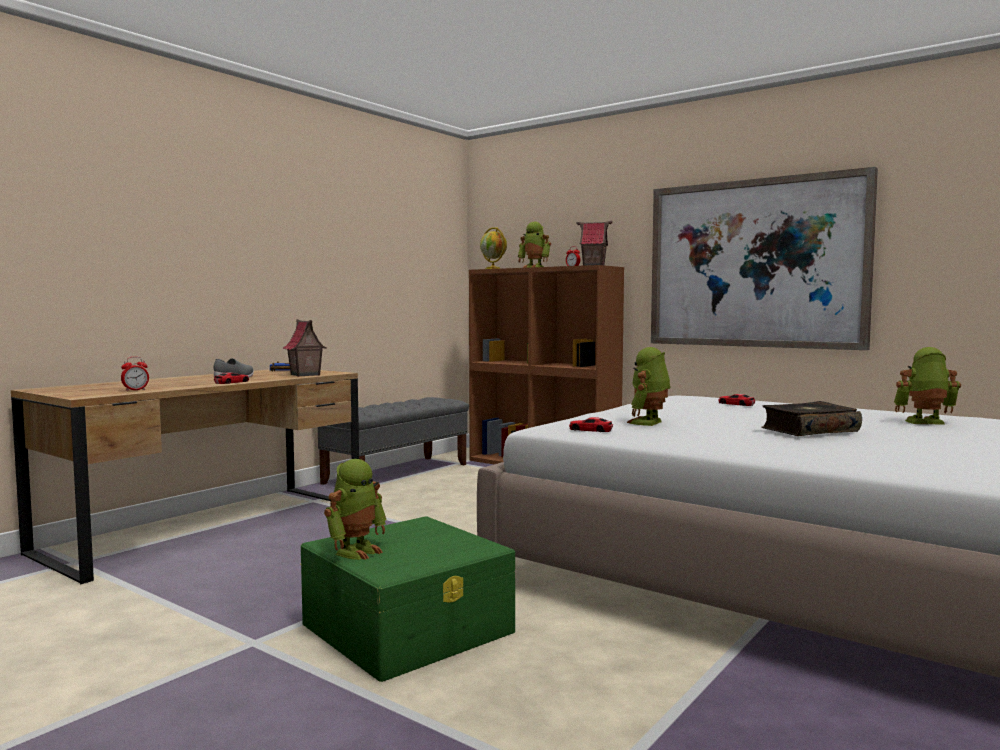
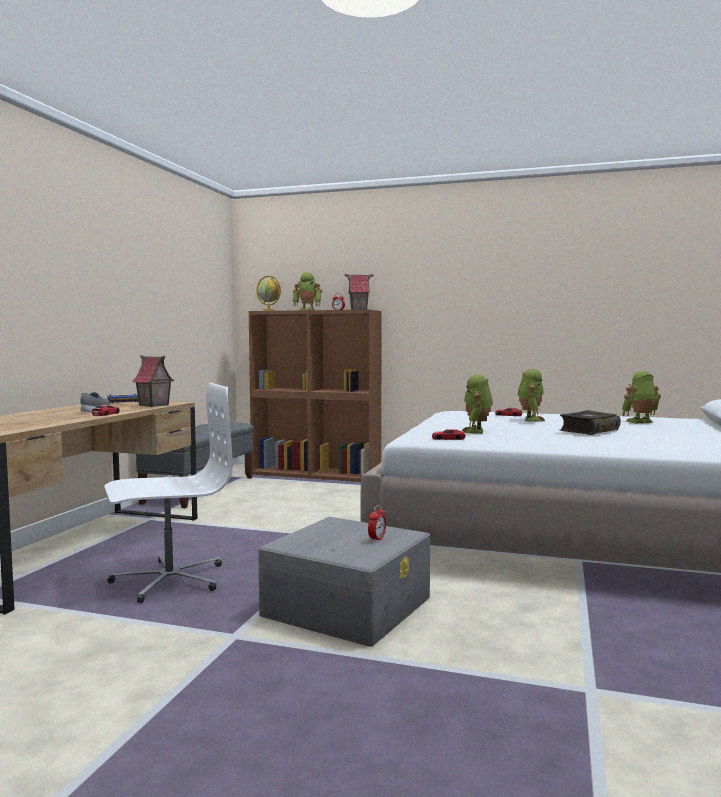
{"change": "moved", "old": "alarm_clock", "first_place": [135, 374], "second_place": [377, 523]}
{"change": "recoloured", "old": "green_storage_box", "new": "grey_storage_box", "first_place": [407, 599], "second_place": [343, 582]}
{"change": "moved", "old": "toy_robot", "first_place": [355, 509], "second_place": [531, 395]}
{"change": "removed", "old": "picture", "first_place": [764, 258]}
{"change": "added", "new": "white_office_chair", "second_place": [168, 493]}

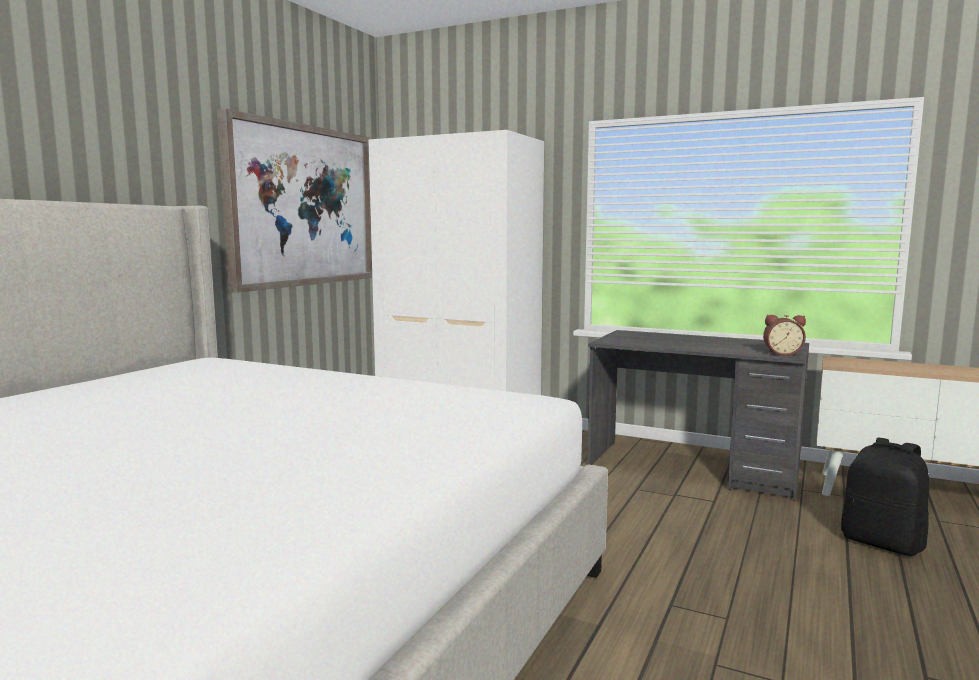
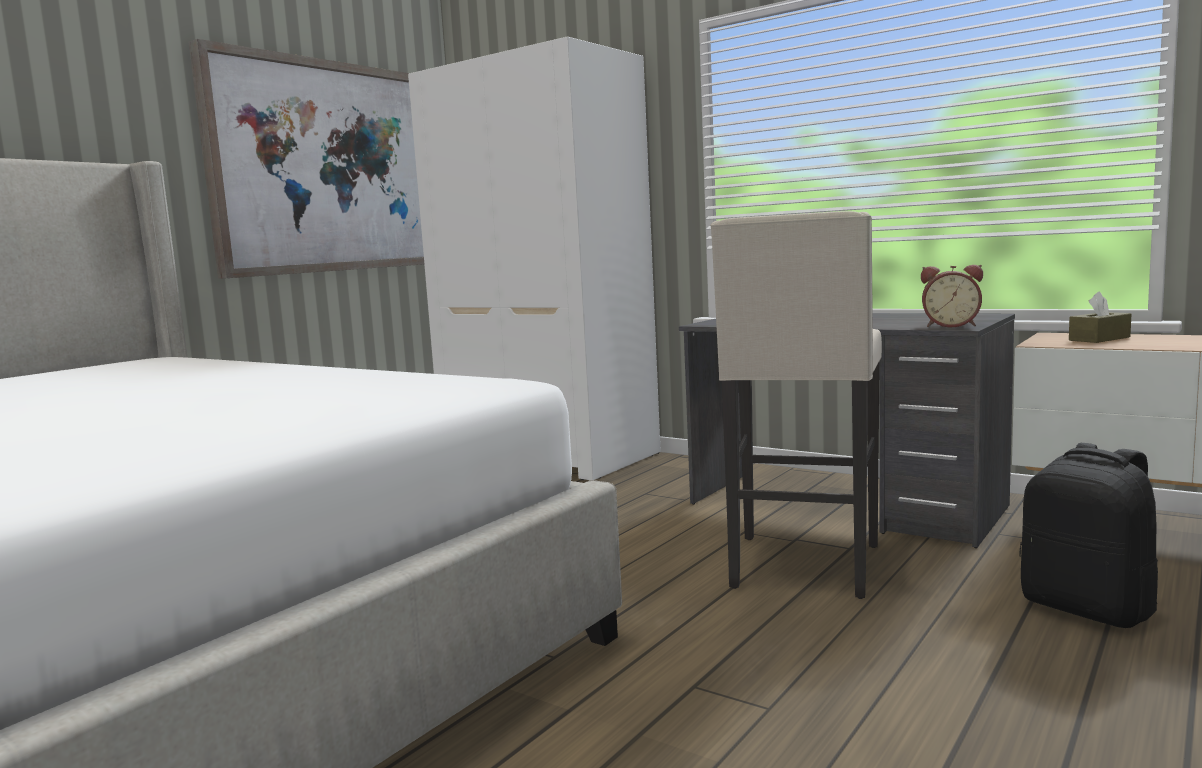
{"change": "added", "new": "beige_stool", "second_place": [796, 405]}
{"change": "added", "new": "brown_tissue_box", "second_place": [1100, 317]}

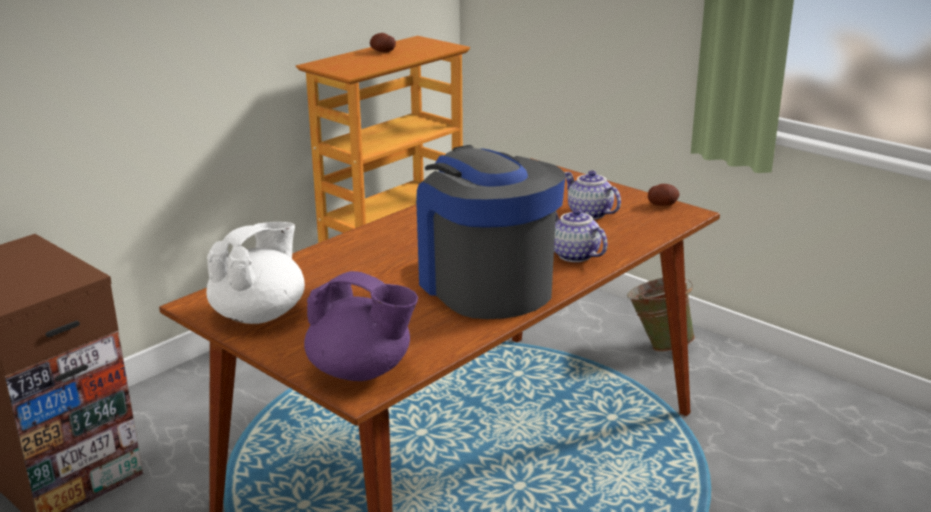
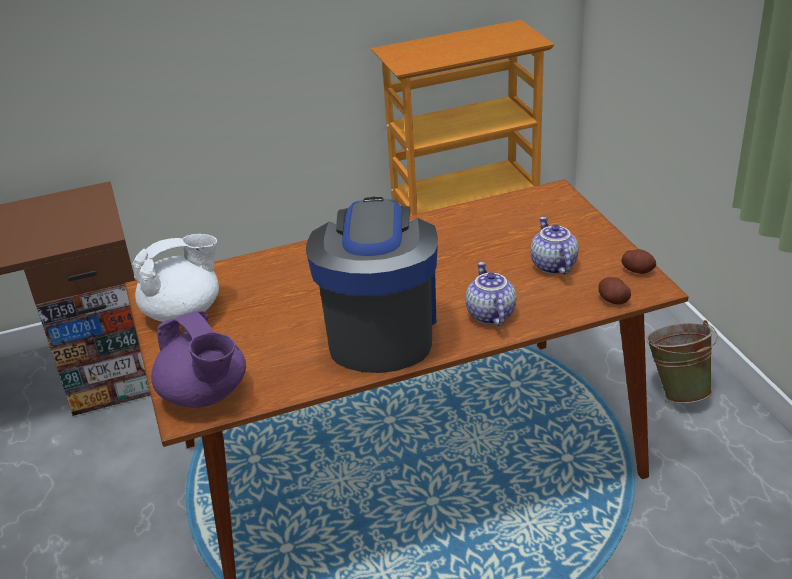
{"change": "moved", "old": "potato", "first_place": [383, 43], "second_place": [614, 290]}

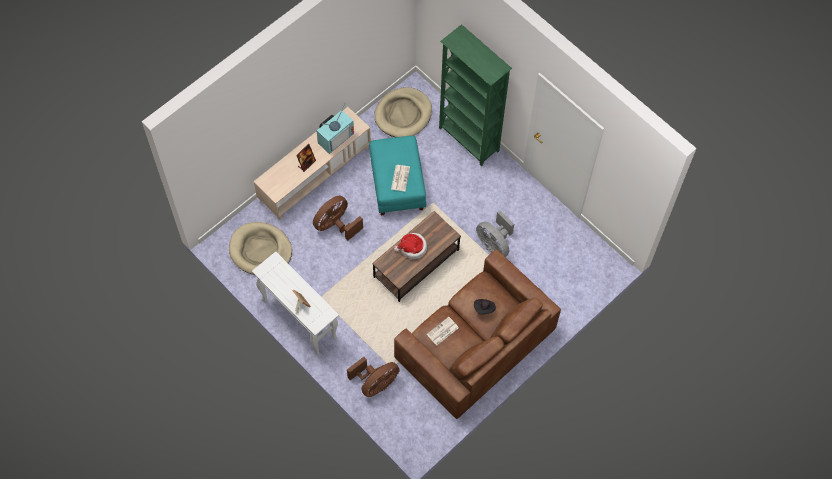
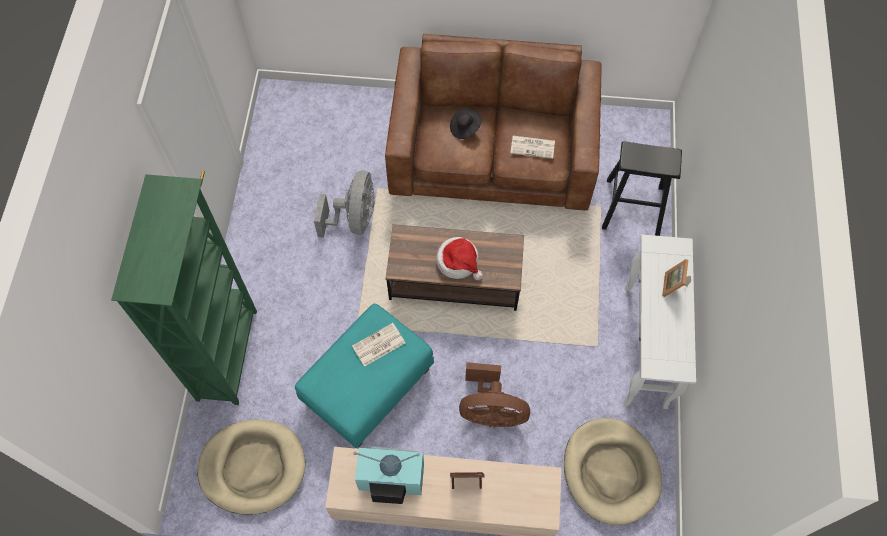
{"change": "replaced", "old": "brown_fan", "new": "black_stool", "first_place": [373, 377], "second_place": [642, 188]}

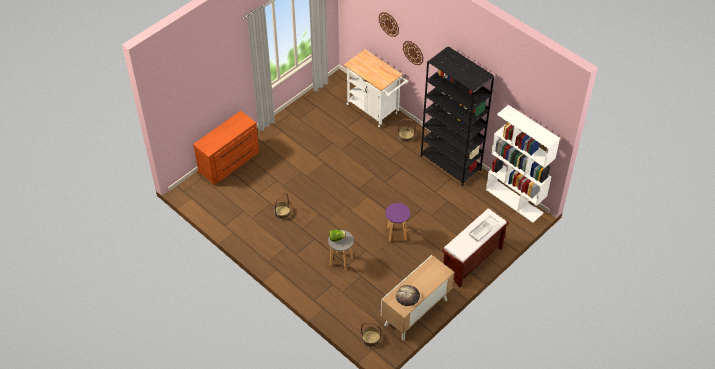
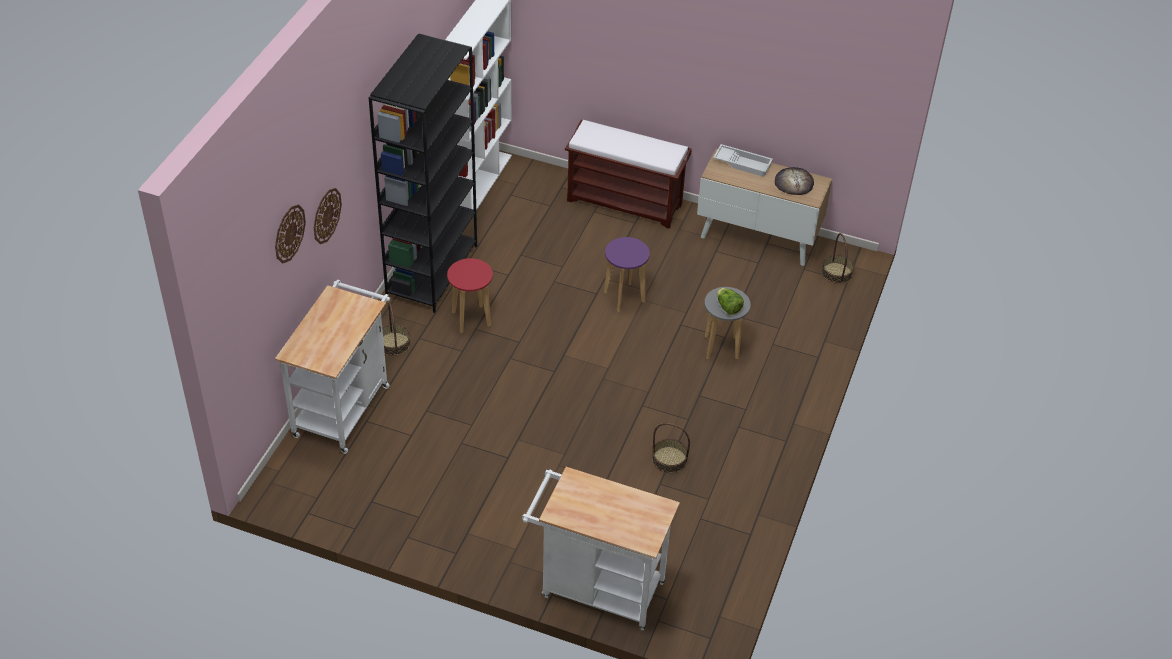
{"change": "replaced", "old": "brown_dresser", "new": "white_cart", "first_place": [226, 148], "second_place": [601, 549]}
{"change": "moved", "old": "white_tray", "first_place": [484, 228], "second_place": [743, 160]}
{"change": "added", "new": "red_stool", "second_place": [470, 295]}

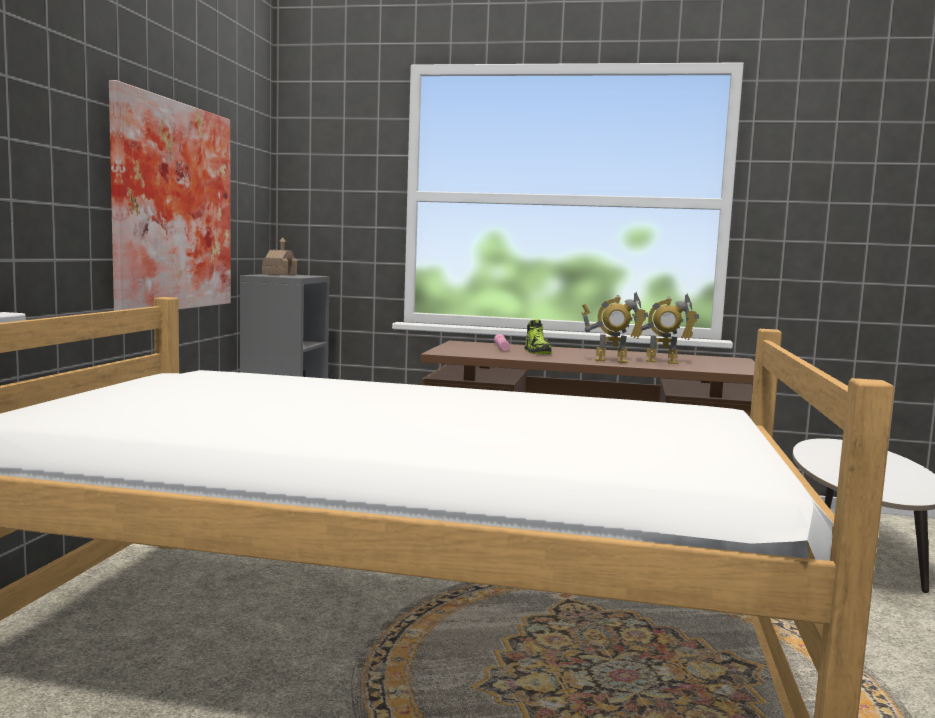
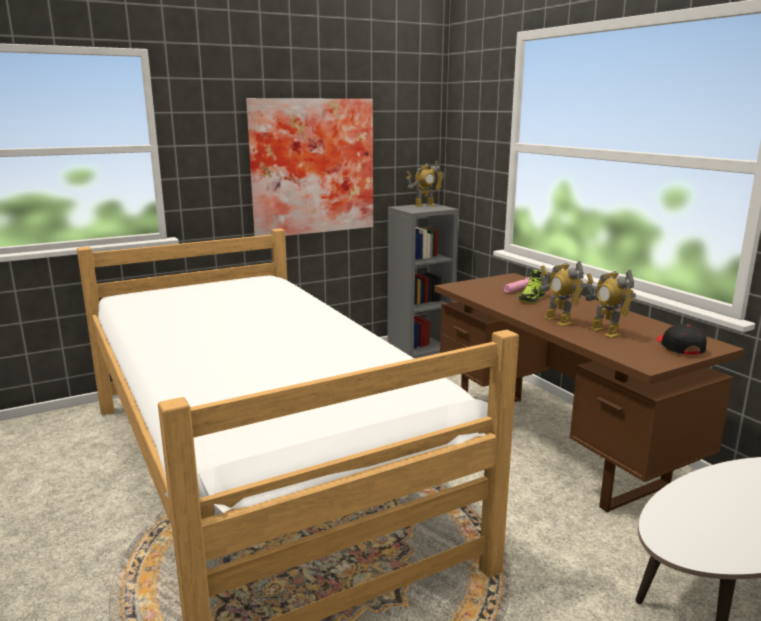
{"change": "replaced", "old": "toy_house", "new": "toy_robot", "first_place": [279, 256], "second_place": [425, 183]}
{"change": "added", "new": "black_cap", "second_place": [682, 339]}

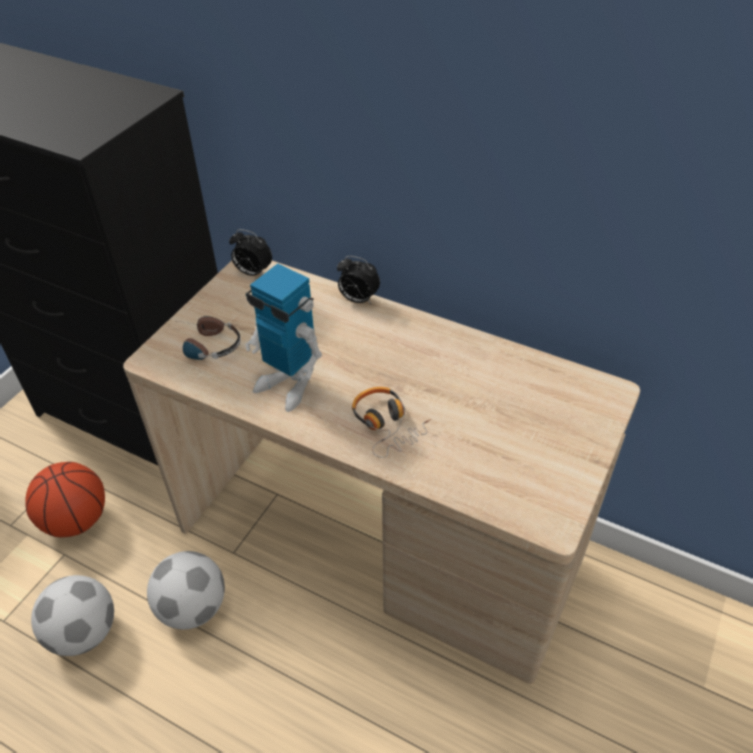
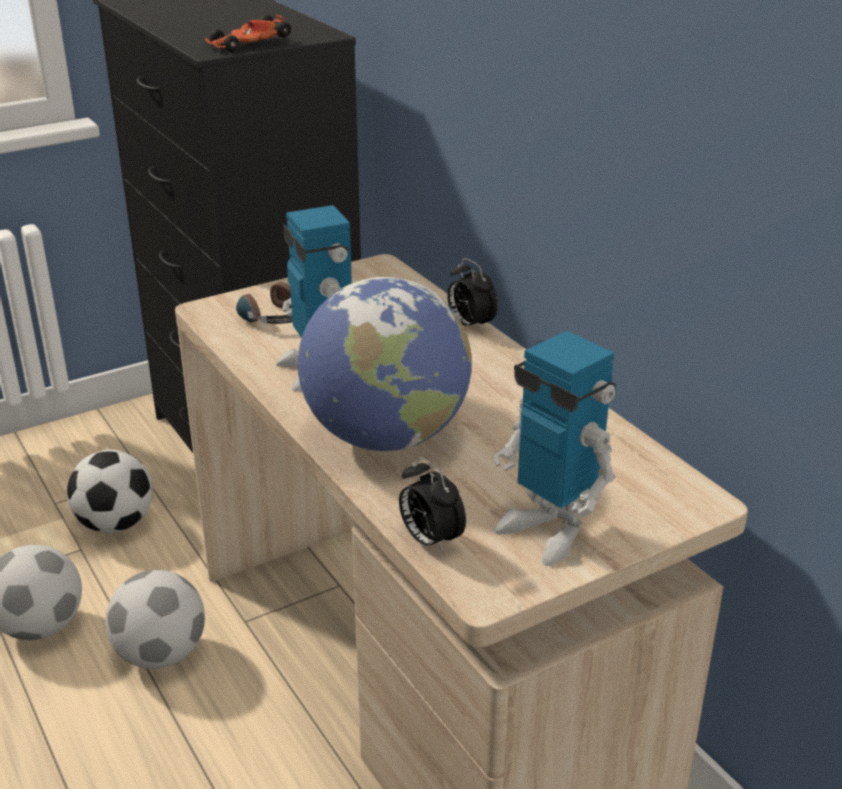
{"change": "replaced", "old": "basketball", "new": "football", "first_place": [65, 499], "second_place": [110, 491]}
{"change": "moved", "old": "alarm_clock", "first_place": [250, 252], "second_place": [432, 505]}
{"change": "replaced", "old": "headphones", "new": "globe", "first_place": [391, 422], "second_place": [385, 364]}
{"change": "added", "new": "toy_car", "second_place": [248, 33]}
{"change": "added", "new": "toy_robot", "second_place": [555, 448]}

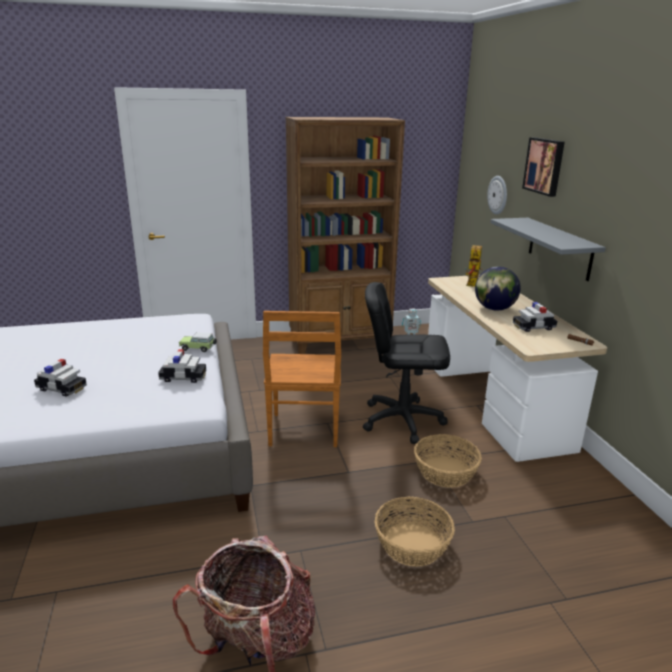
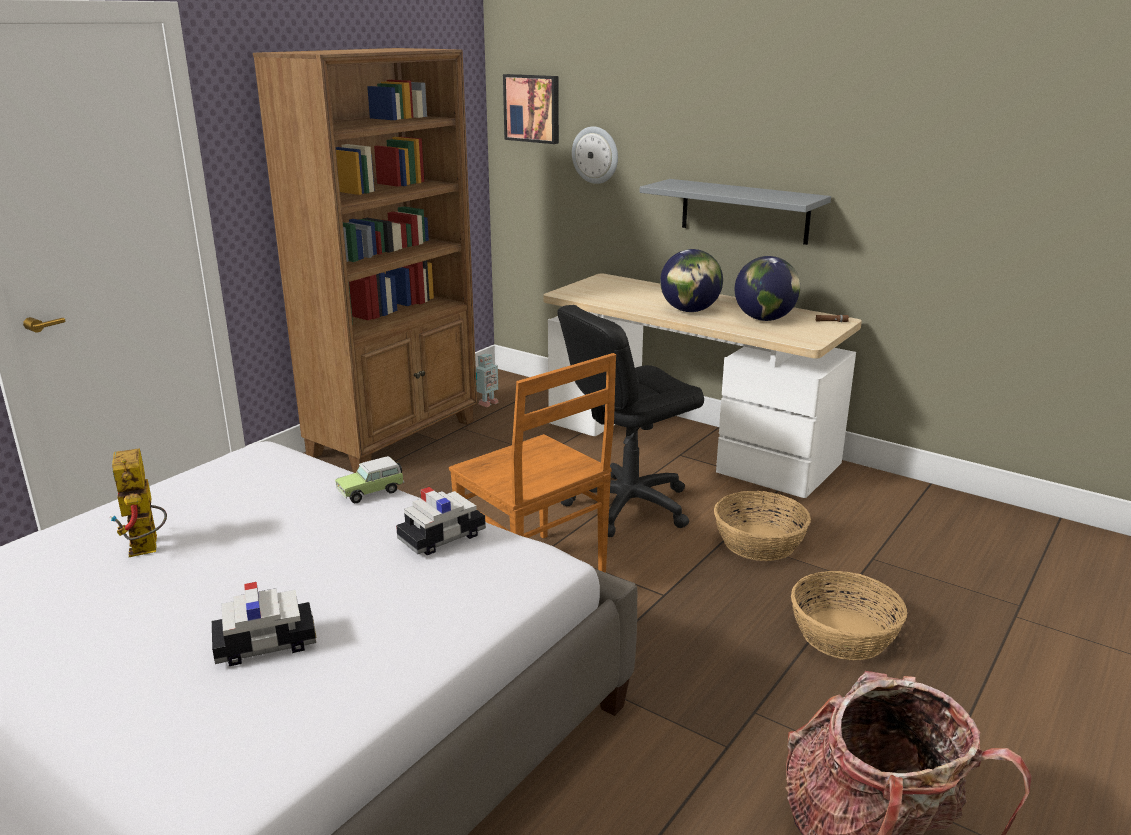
{"change": "moved", "old": "toy_robot", "first_place": [474, 266], "second_place": [138, 502]}
{"change": "replaced", "old": "toy_car", "new": "globe", "first_place": [535, 317], "second_place": [767, 288]}
{"change": "moved", "old": "picture", "first_place": [543, 167], "second_place": [531, 109]}

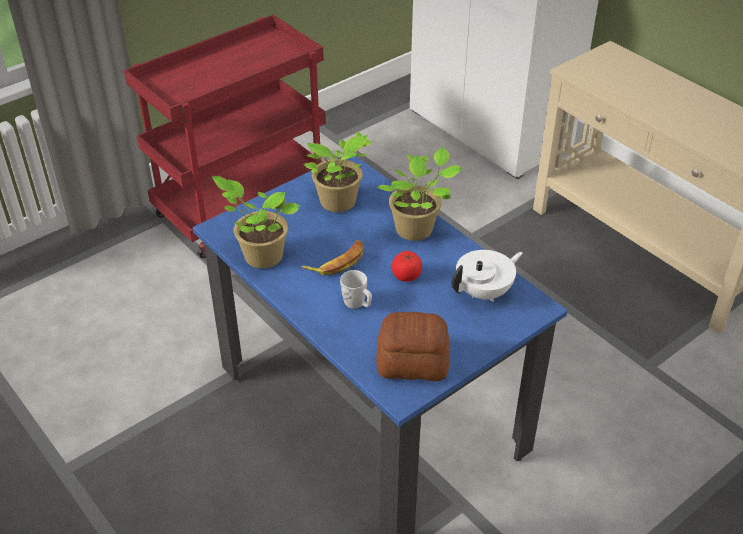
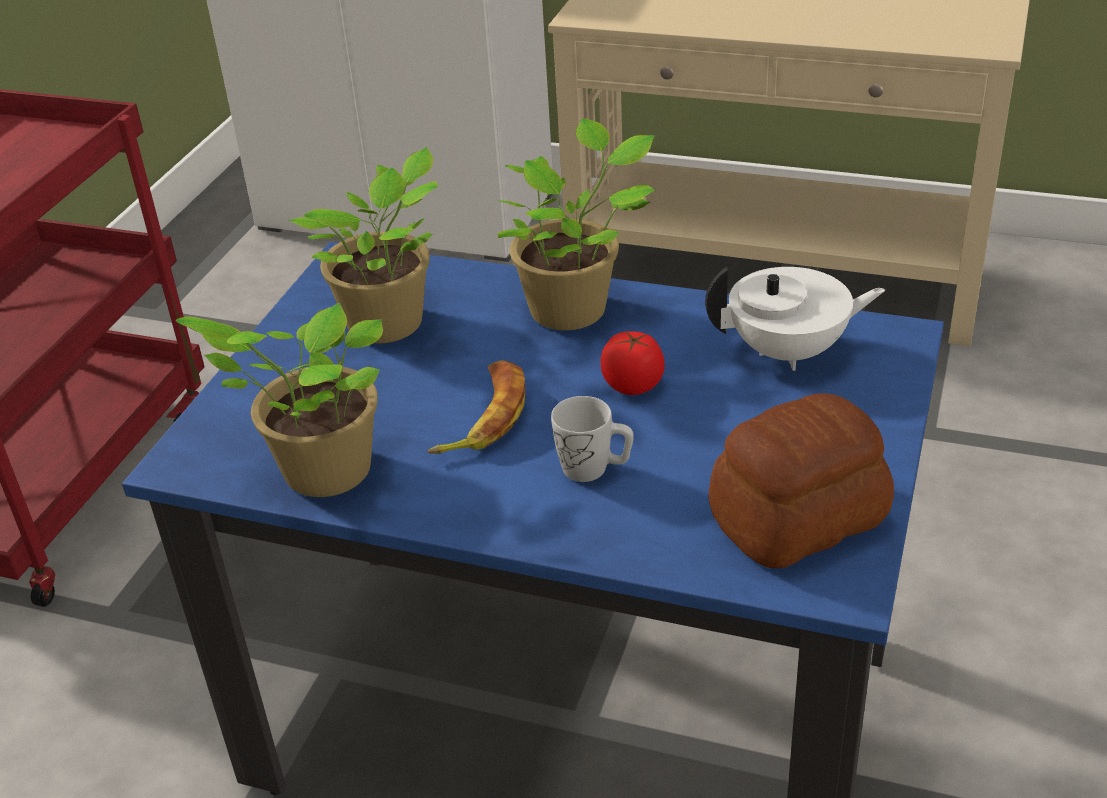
{"change": "turned", "old": "white_teapot", "first_place": [487, 276], "second_place": [795, 319], "degrees": 60}

